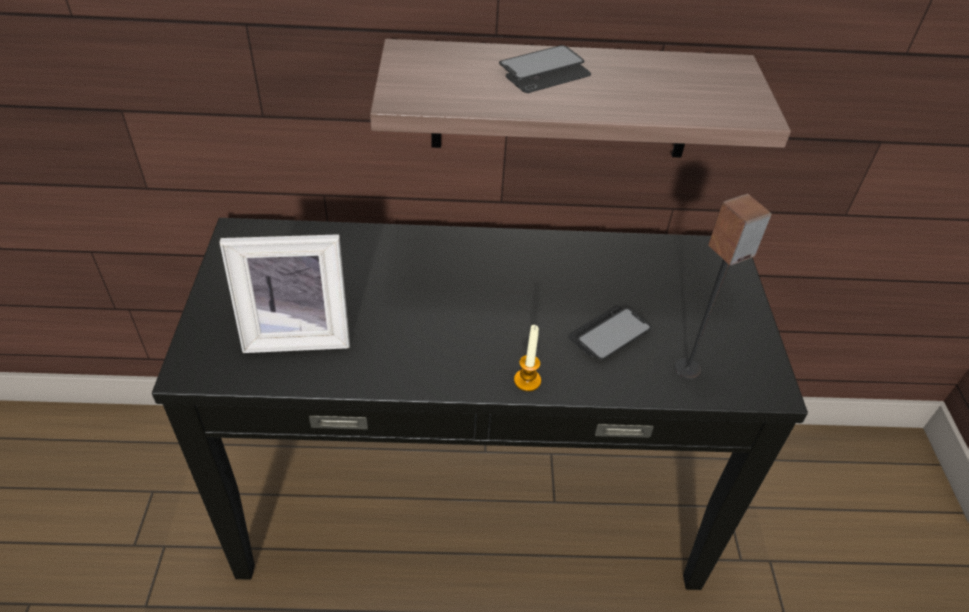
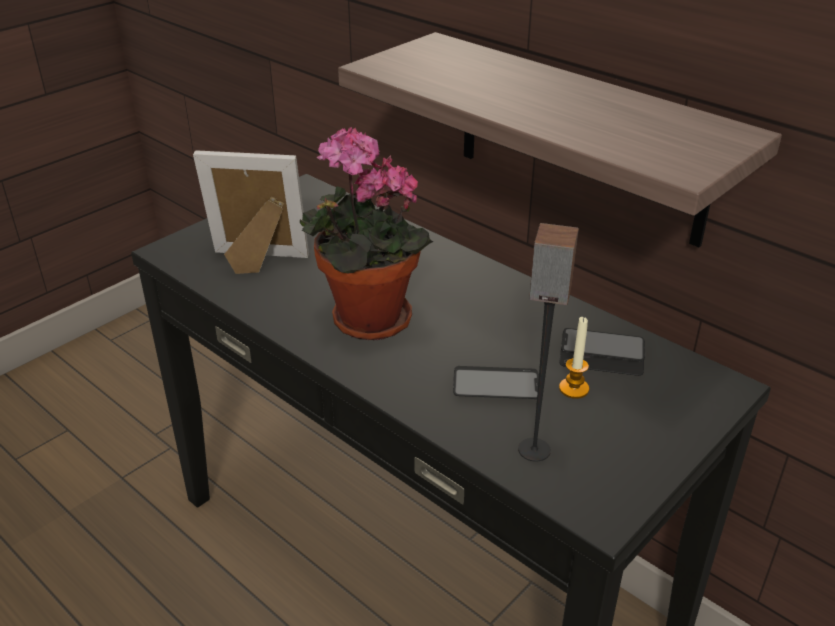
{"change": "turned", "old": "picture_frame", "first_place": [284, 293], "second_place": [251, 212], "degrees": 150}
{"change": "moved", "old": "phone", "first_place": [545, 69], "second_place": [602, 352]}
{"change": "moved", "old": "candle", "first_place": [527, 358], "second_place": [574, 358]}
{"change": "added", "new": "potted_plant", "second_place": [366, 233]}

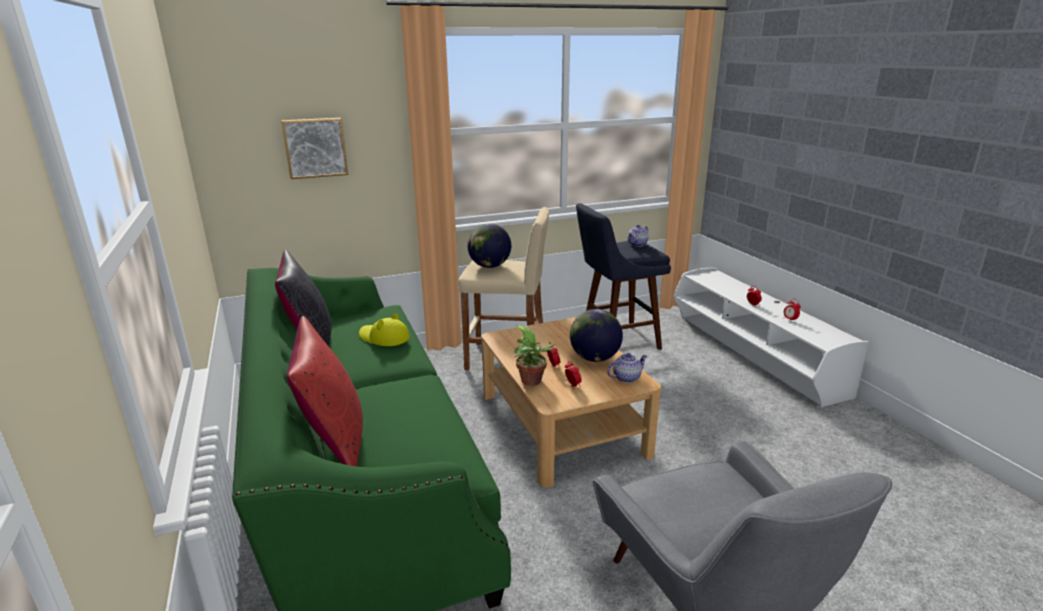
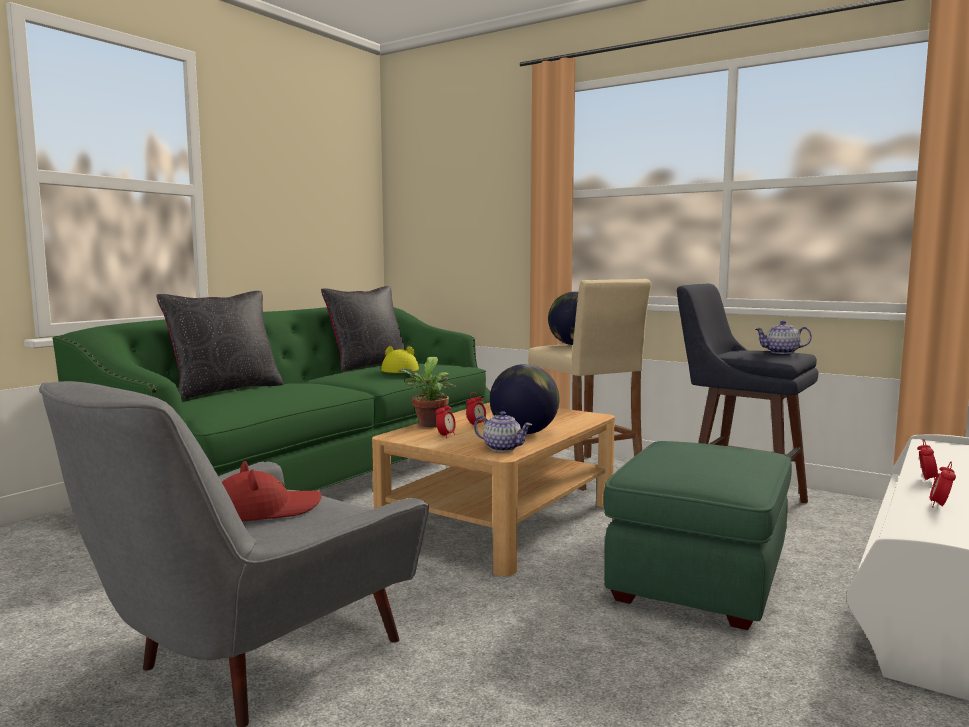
{"change": "removed", "old": "picture", "first_place": [314, 148]}
{"change": "recoloured", "old": "red_pillow", "new": "black_pillow", "first_place": [324, 391], "second_place": [220, 345]}
{"change": "added", "new": "red_hat", "second_place": [272, 491]}
{"change": "added", "new": "green_ottoman", "second_place": [697, 535]}

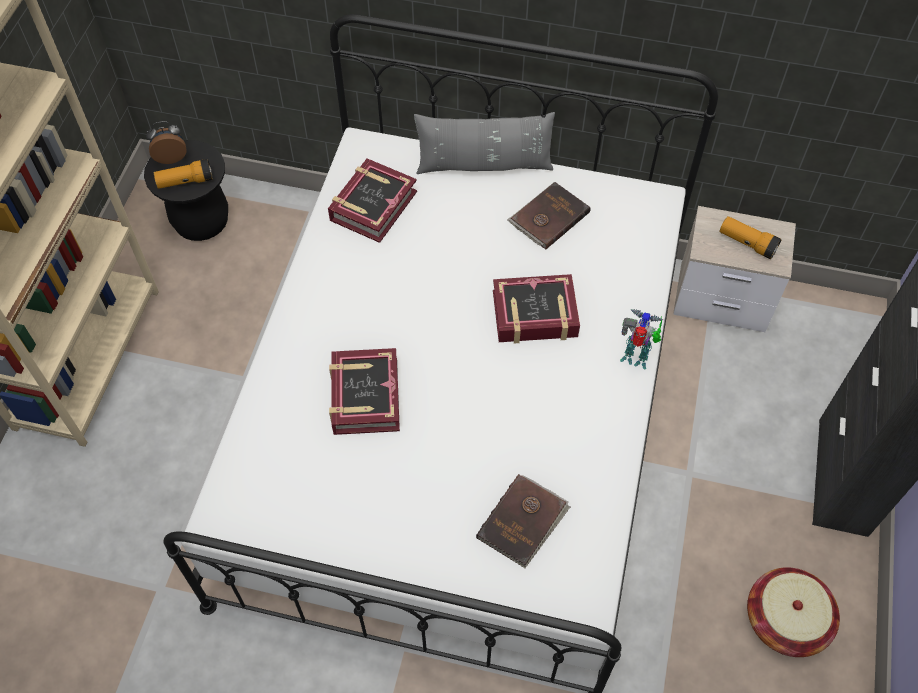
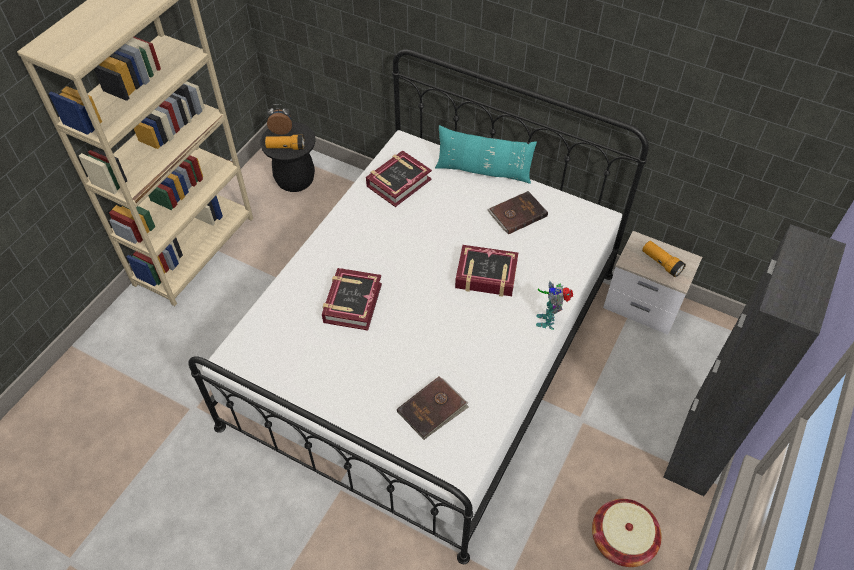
{"change": "recoloured", "old": "grey_pillow", "new": "turquoise_pillow", "first_place": [484, 143], "second_place": [486, 154]}
{"change": "turned", "old": "toy_robot", "first_place": [641, 339], "second_place": [554, 305], "degrees": -120}

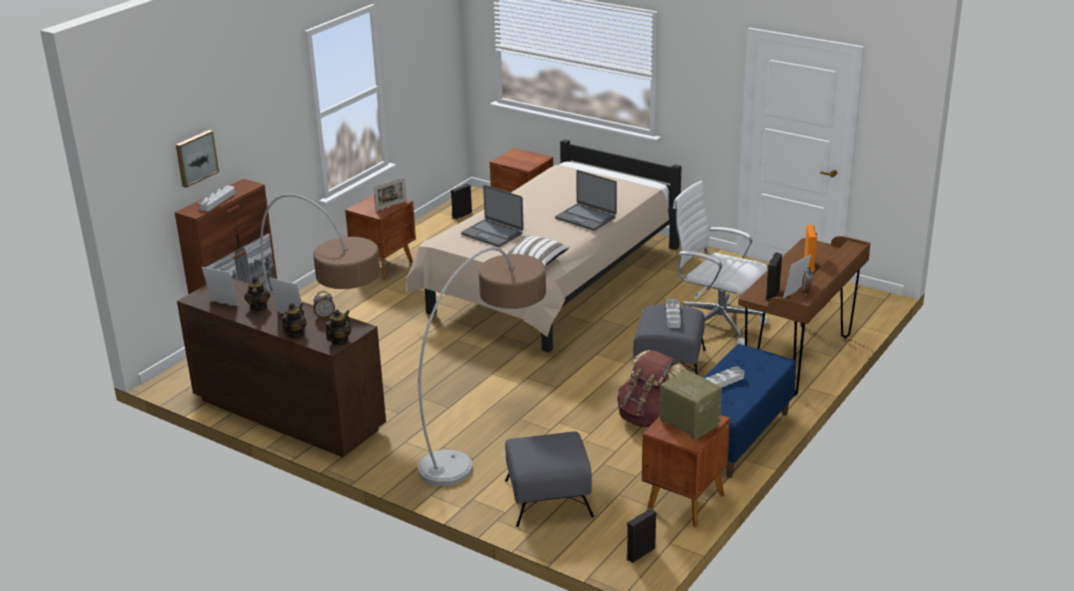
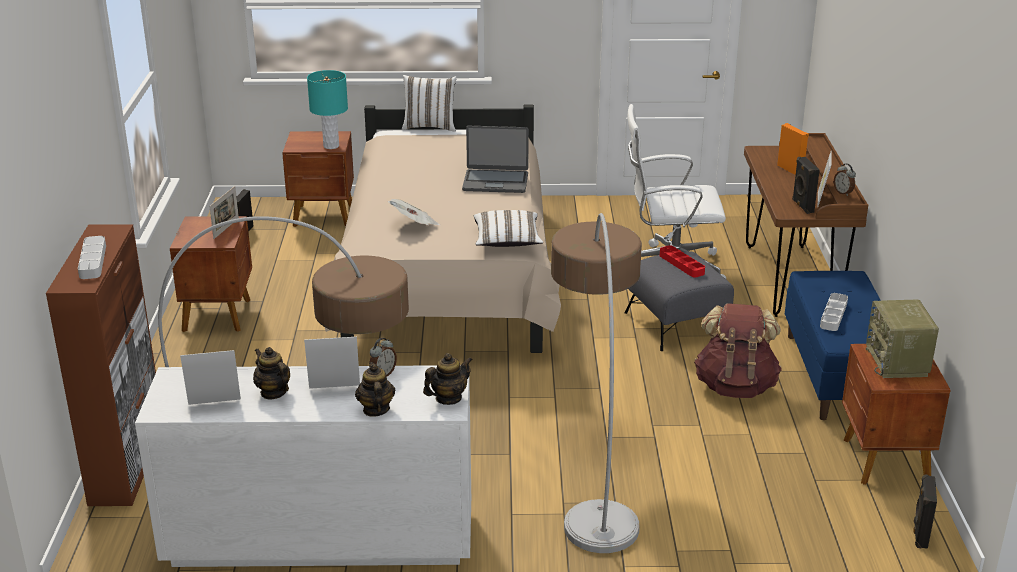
{"change": "removed", "old": "picture", "first_place": [197, 159]}
{"change": "recoloured", "old": "brown_dresser", "new": "white_dresser", "first_place": [281, 367], "second_place": [303, 466]}
{"change": "turned", "old": "teapot", "first_place": [338, 327], "second_place": [447, 379], "degrees": 60}
{"change": "replaced", "old": "laptop", "new": "newspaper", "first_place": [492, 216], "second_place": [414, 212]}
{"change": "removed", "old": "grey_ottoman", "first_place": [549, 479]}
{"change": "turned", "old": "radio", "first_place": [691, 405], "second_place": [902, 339], "degrees": -105}
{"change": "recoloured", "old": "grey_tray", "new": "red_tray", "first_place": [673, 313], "second_place": [682, 261]}
{"change": "added", "new": "turquoise_table_lamp", "second_place": [327, 109]}
{"change": "added", "new": "white_pillow", "second_place": [429, 103]}

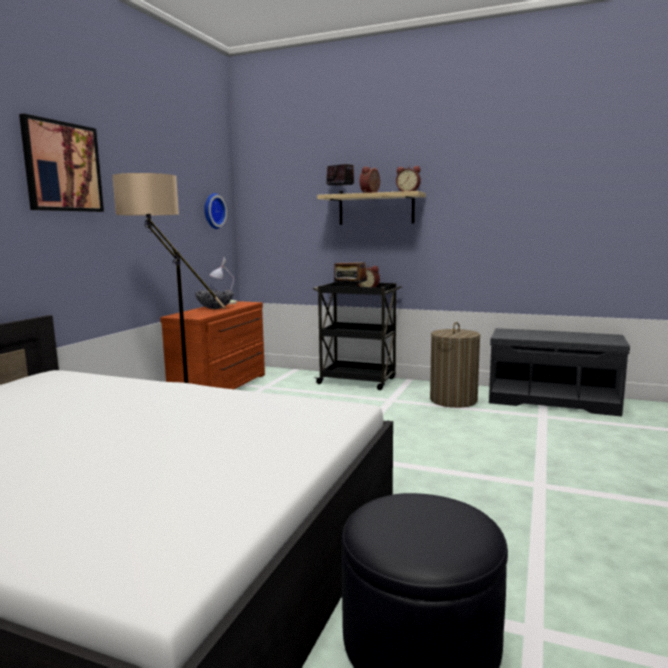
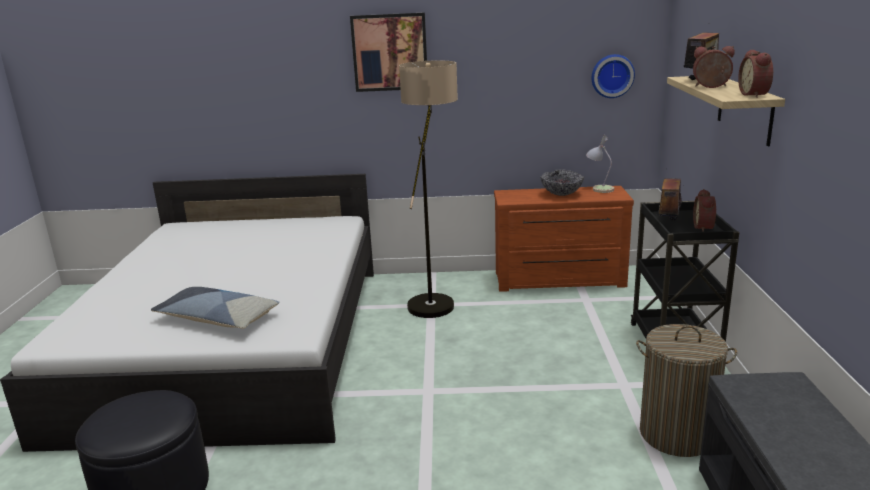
{"change": "added", "new": "pillow", "second_place": [215, 308]}

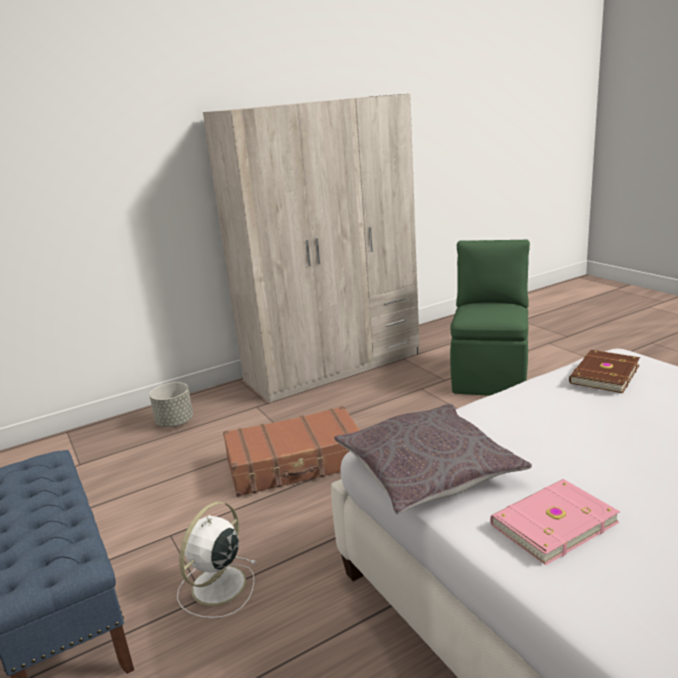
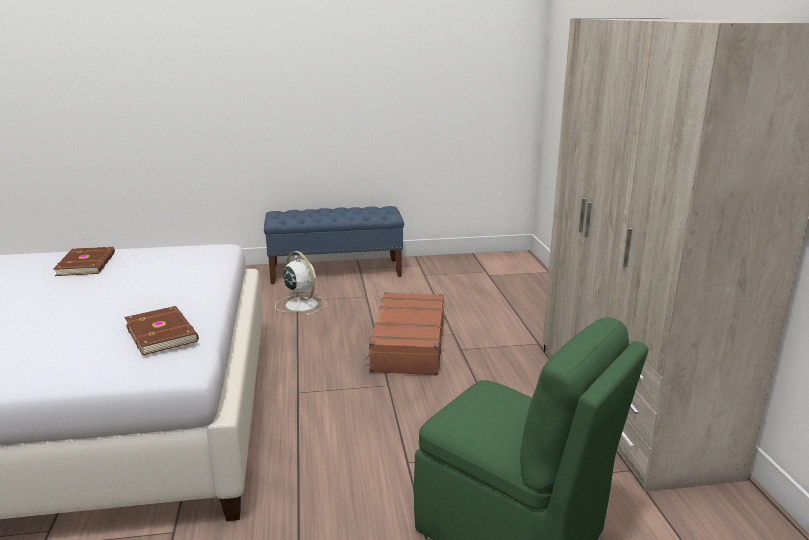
{"change": "removed", "old": "grey_planter", "first_place": [171, 404]}
{"change": "removed", "old": "grey_pillow", "first_place": [433, 459]}
{"change": "recoloured", "old": "pink_book", "new": "brown_book", "first_place": [555, 522], "second_place": [84, 261]}

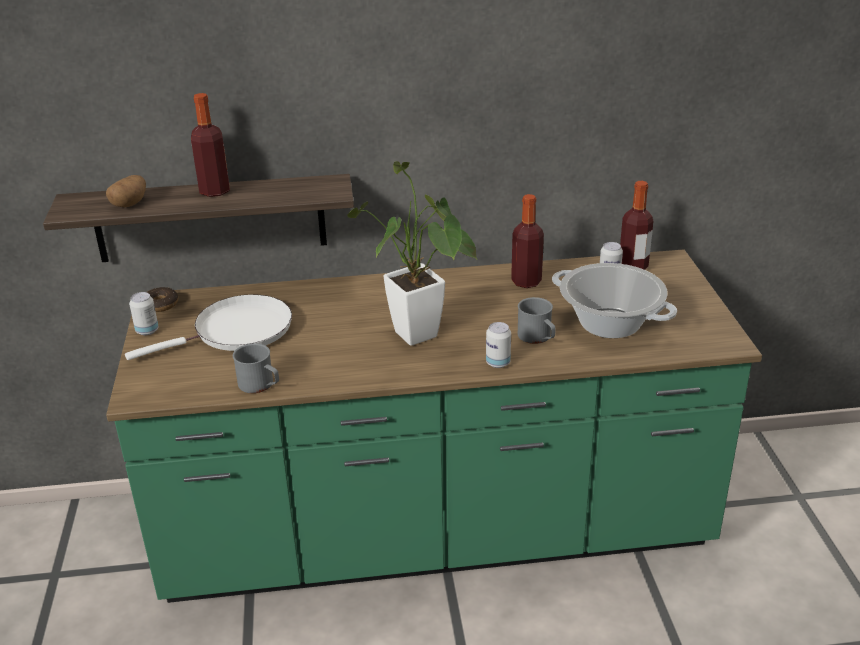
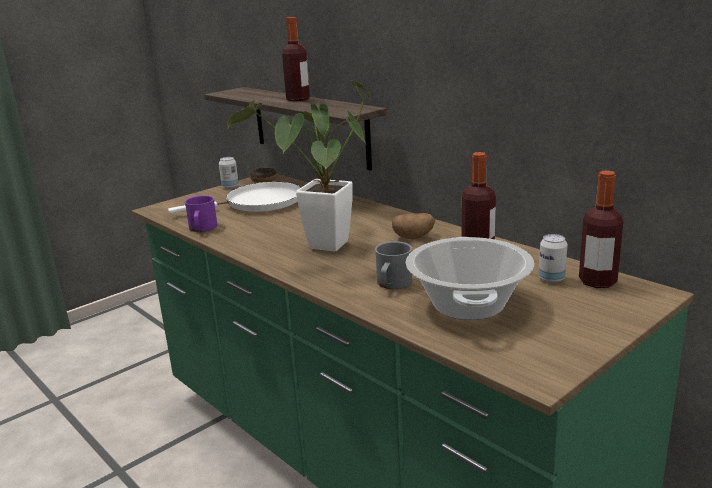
{"change": "moved", "old": "potato", "first_place": [126, 191], "second_place": [413, 226]}
{"change": "turned", "old": "white_frying_pan", "first_place": [208, 327], "second_place": [234, 197], "degrees": -45}
{"change": "recoloured", "old": "grey_mug", "new": "purple_mug", "first_place": [256, 368], "second_place": [200, 213]}
{"change": "removed", "old": "can", "first_place": [498, 345]}

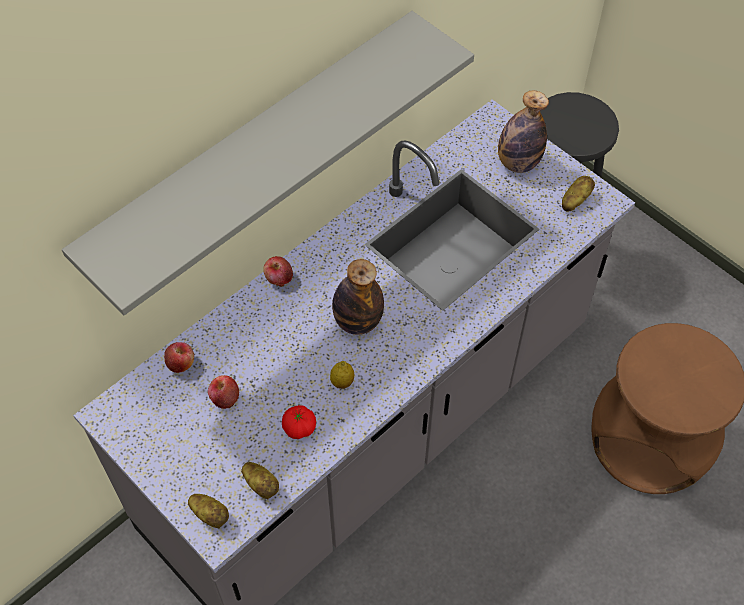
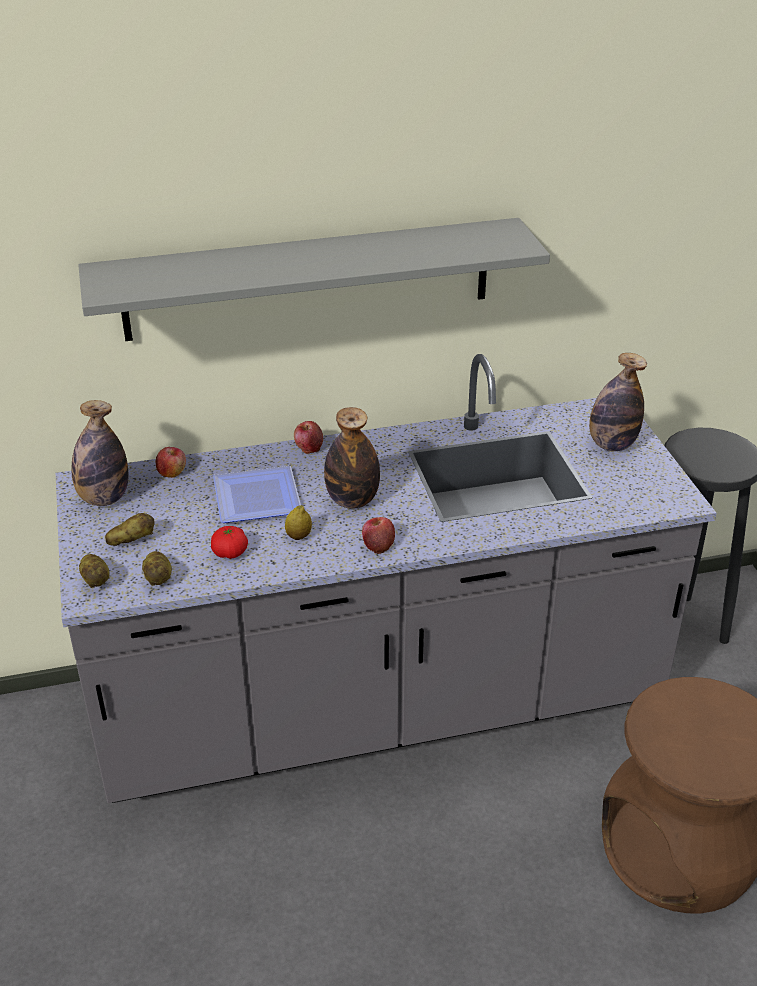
{"change": "moved", "old": "apple", "first_place": [223, 392], "second_place": [378, 535]}
{"change": "moved", "old": "potato", "first_place": [578, 194], "second_place": [130, 529]}
{"change": "added", "new": "bottle", "second_place": [100, 453]}
{"change": "added", "new": "plate", "second_place": [257, 494]}

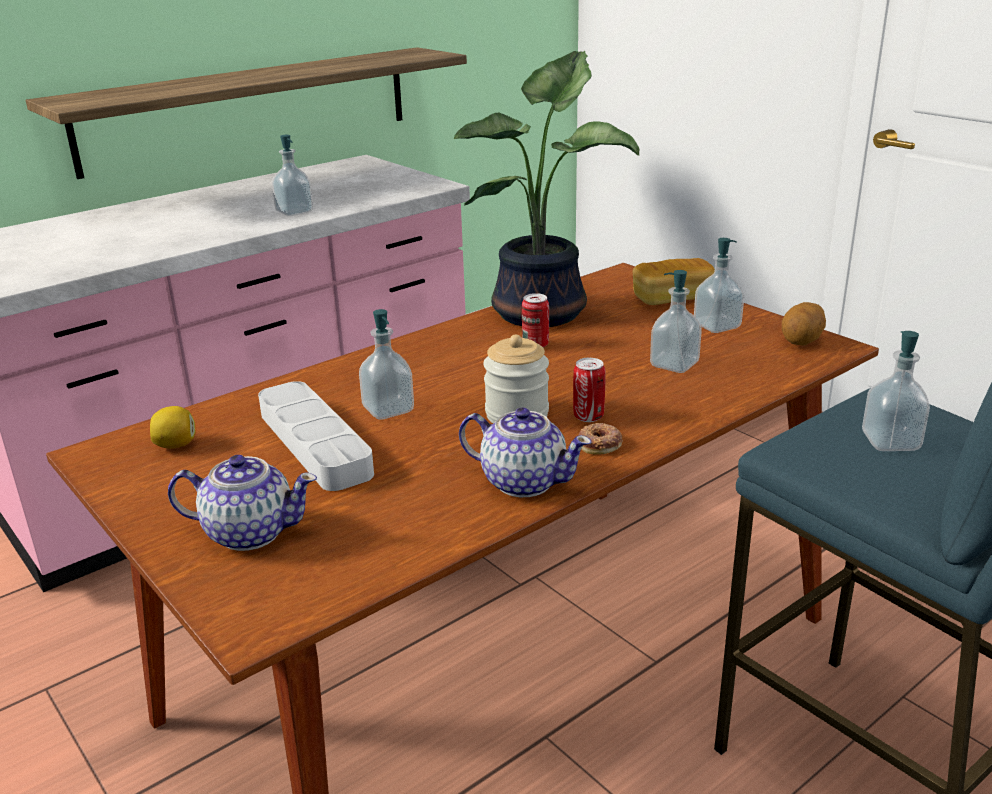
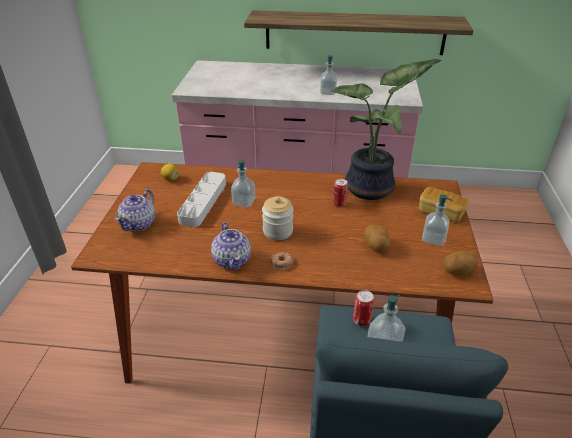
{"change": "turned", "old": "teapot", "first_place": [242, 503], "second_place": [135, 210], "degrees": 60}
{"change": "moved", "old": "can", "first_place": [589, 390], "second_place": [363, 308]}
{"change": "replaced", "old": "soap_dispenser", "new": "potato", "first_place": [676, 321], "second_place": [377, 238]}

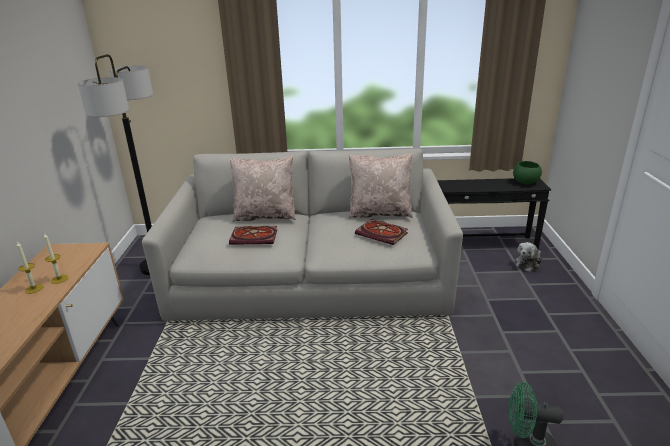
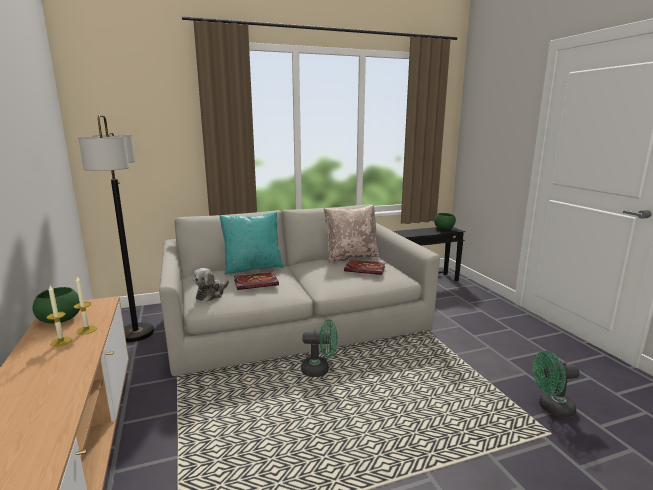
{"change": "recoloured", "old": "beige_pillow", "new": "turquoise_pillow", "first_place": [263, 189], "second_place": [251, 243]}
{"change": "moved", "old": "plush_toy", "first_place": [529, 257], "second_place": [211, 285]}
{"change": "added", "new": "green_bowl", "second_place": [56, 305]}
{"change": "added", "new": "green_fan", "second_place": [319, 348]}

